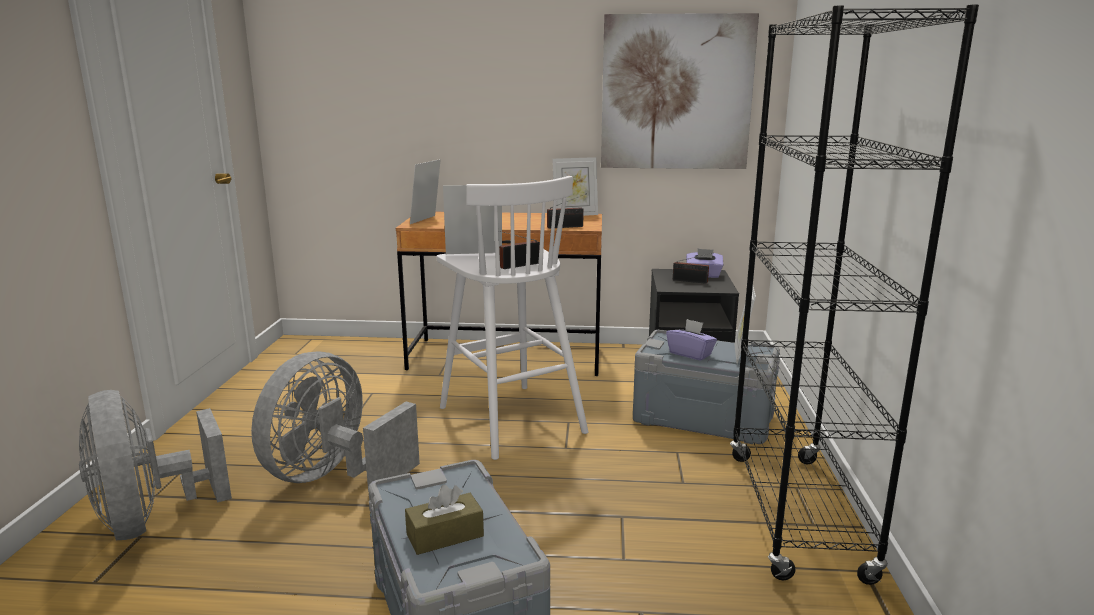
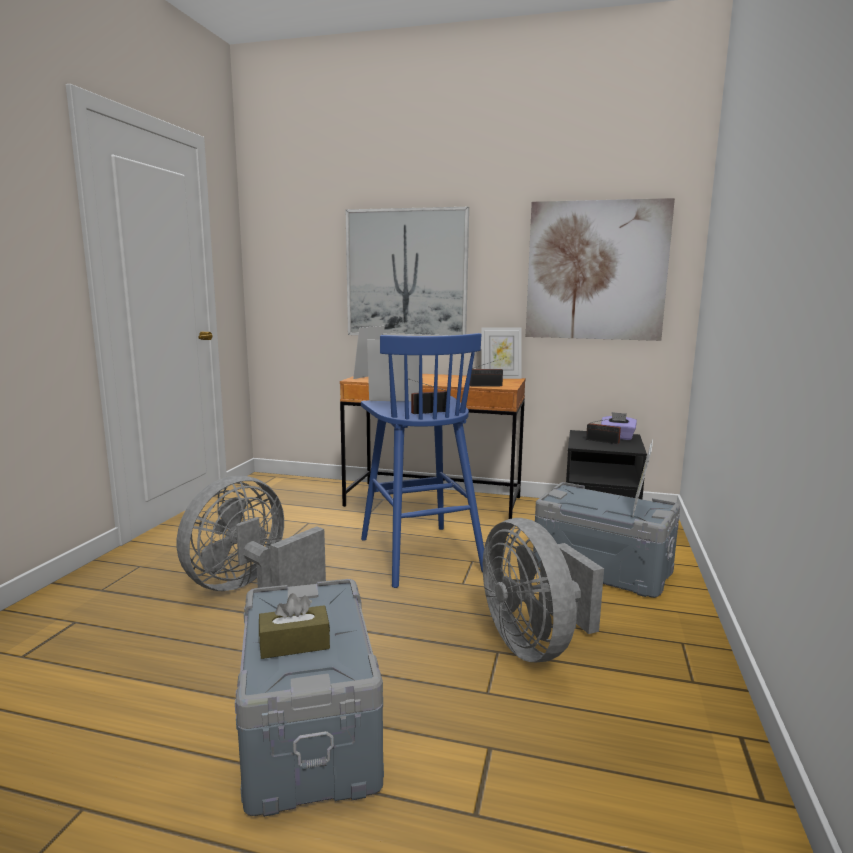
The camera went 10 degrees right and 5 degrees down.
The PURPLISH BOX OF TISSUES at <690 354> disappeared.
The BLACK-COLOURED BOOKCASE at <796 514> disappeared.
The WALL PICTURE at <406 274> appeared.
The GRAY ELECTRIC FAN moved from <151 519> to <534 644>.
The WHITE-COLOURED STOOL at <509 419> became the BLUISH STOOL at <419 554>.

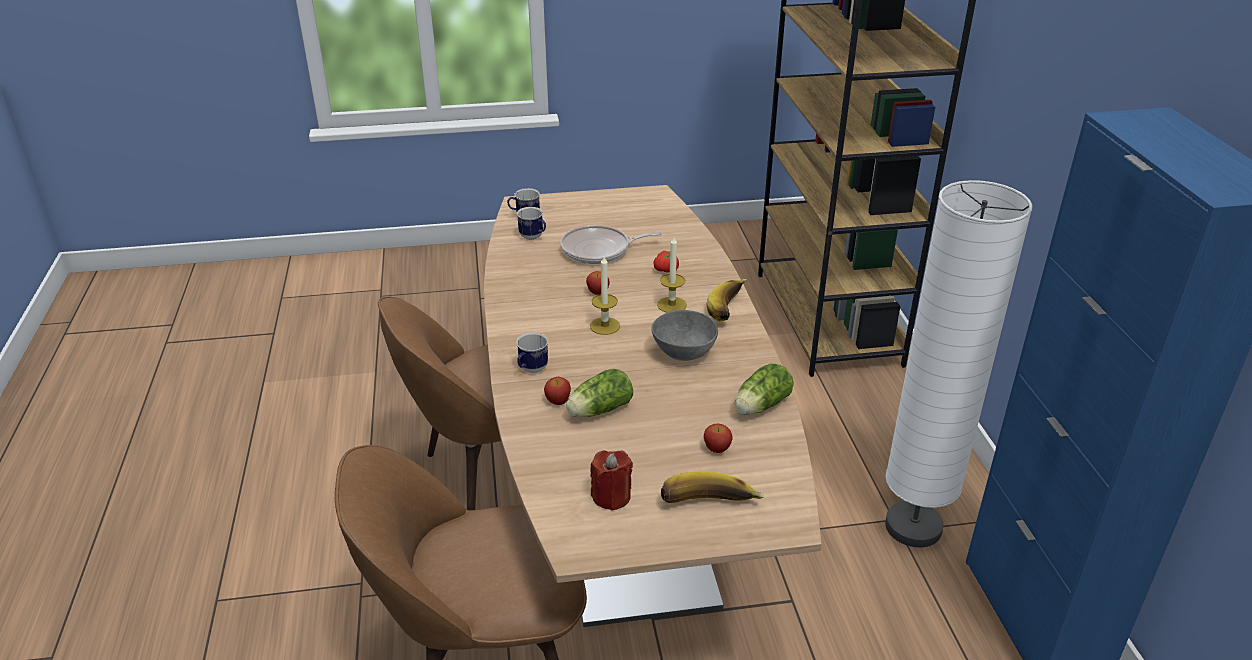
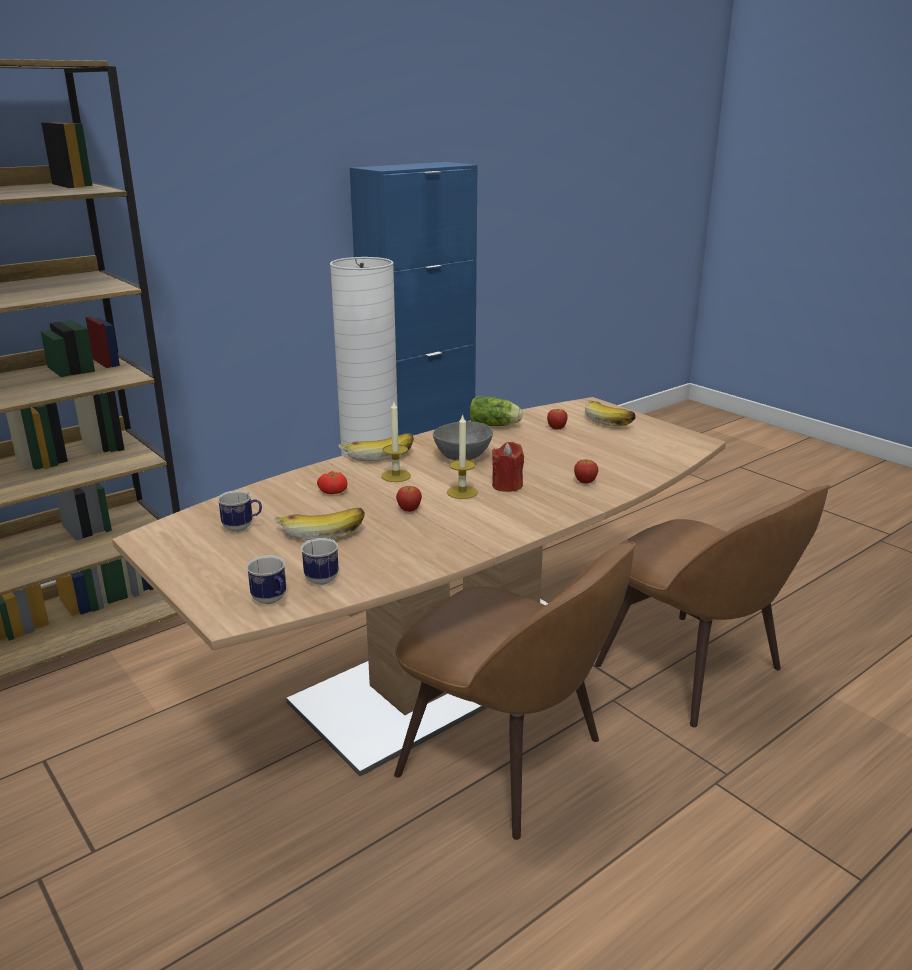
The camera went 120 degrees left and 10 degrees down.
The LETTUCE HEAD at <598 410> disappeared.
The MUG moved from <531 370> to <242 527>.
The RED-COLOURED CANDLE moved from <611 496> to <507 485>.
The PAN at <599 250> was replaced by the BANANA at <321 531>.

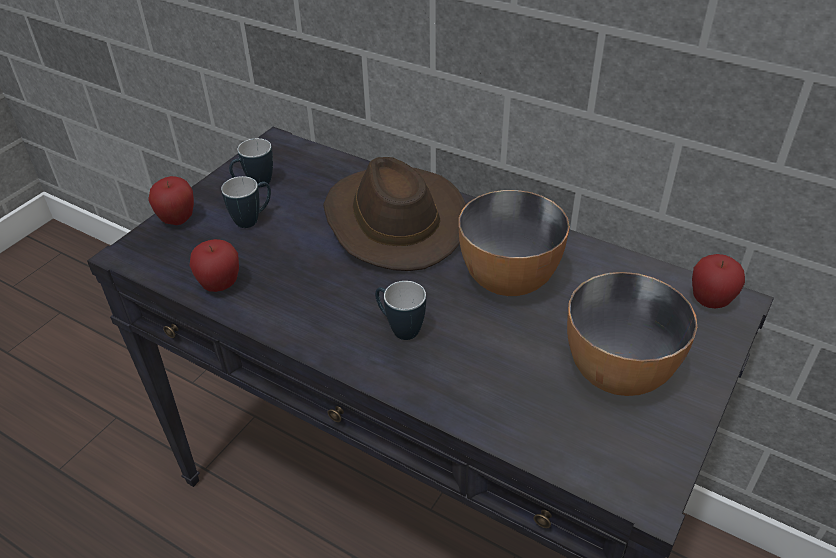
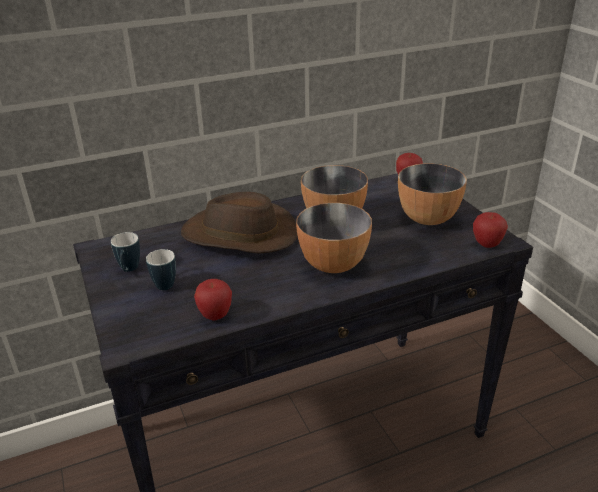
The camera went 55 degrees left and 10 degrees down.
The APPLE moved from <177 220> to <487 245>.
The MUG at <399 329> was replaced by the SERVING BOWL at <333 264>.

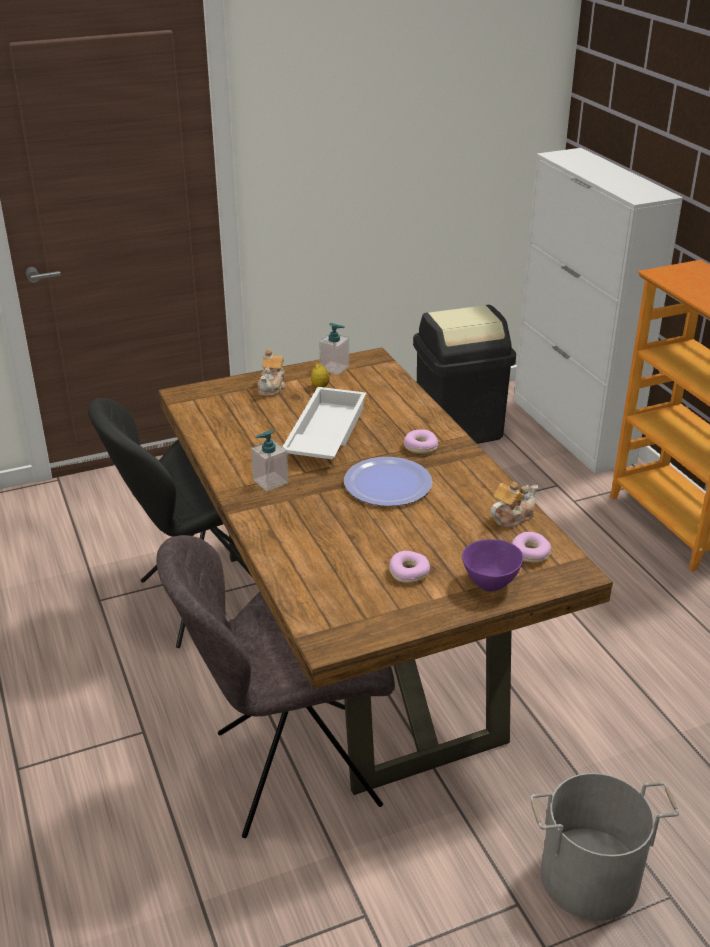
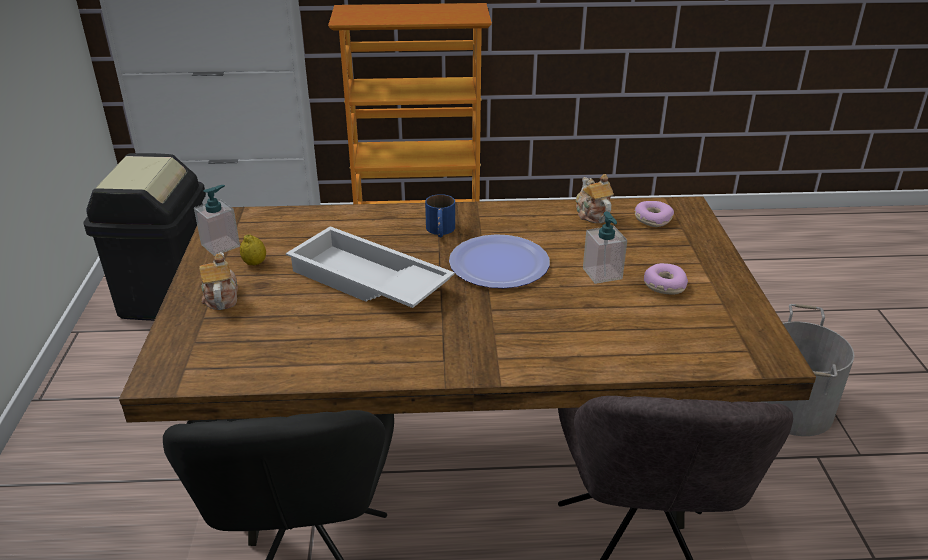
The camera went 70 degrees left and 0 degrees up.
The PURPLISH SERVING BOWL at <490 583> disappeared.
The LIQUID SOAP BOTTLE moved from <270 481> to <602 274>.
The DOUGHNUT at <420 447> was replaced by the BLUISH MUG at <440 231>.
The TEA POT at <272 387> turned 135 degrees counterclockwise.

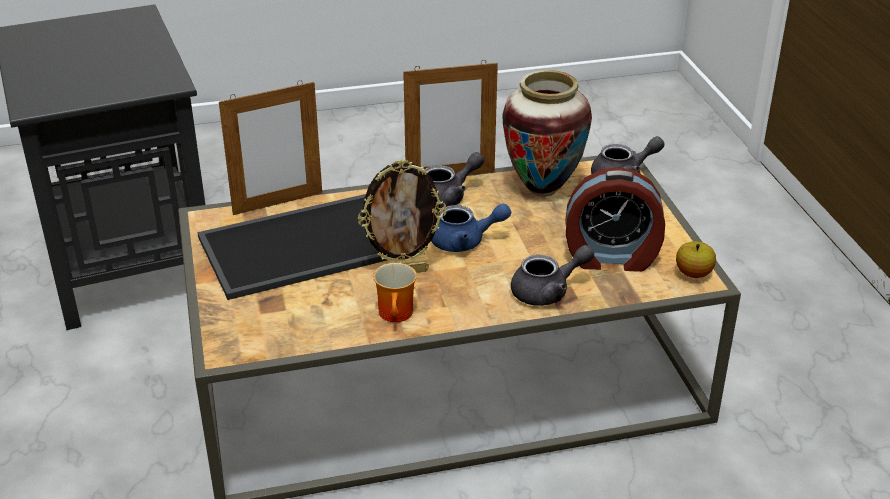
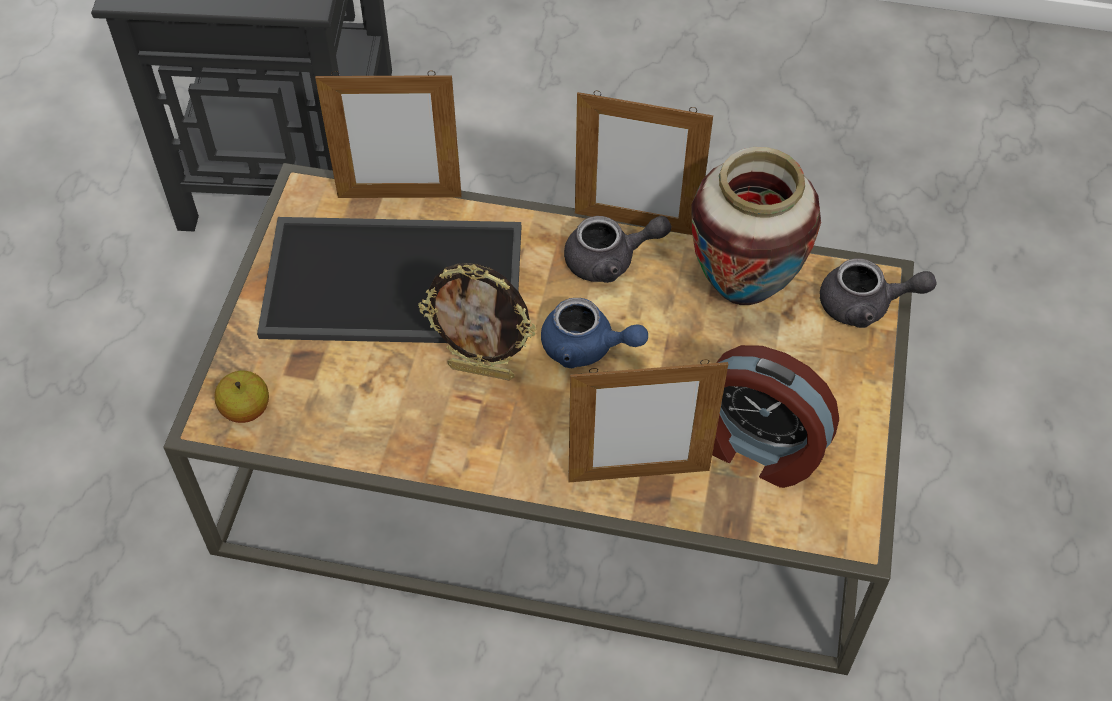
The camera went 25 degrees right and 20 degrees up.
The MUG at <398 314> disappeared.
The APPLE moved from <693 273> to <246 410>.
The GRAY TEA POT at <548 292> was replaced by the STANDING FRAME at <639 475>.

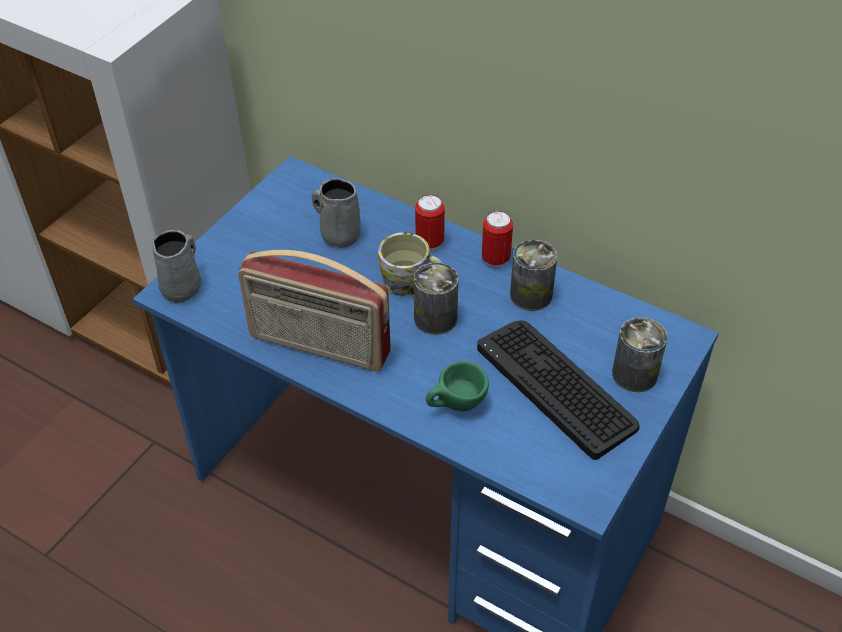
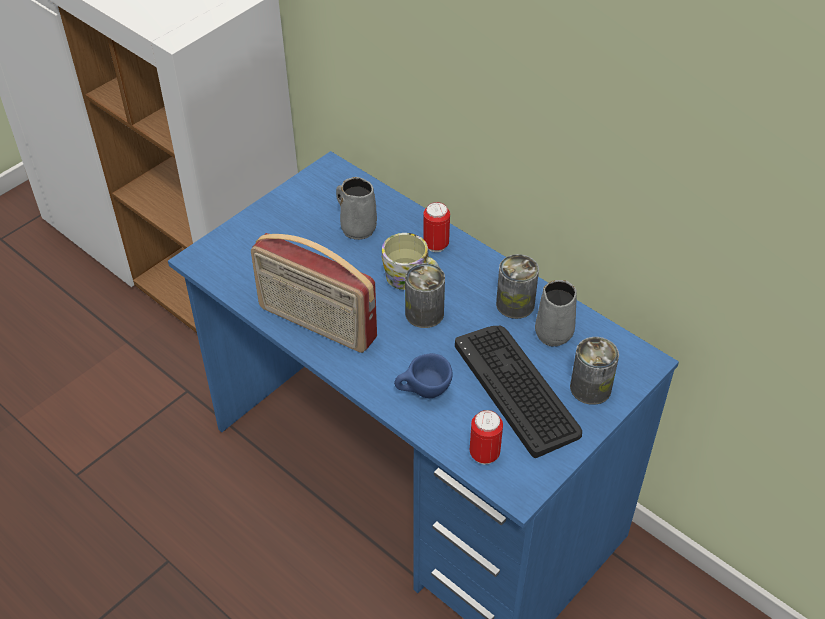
The camera went 10 degrees right and 0 degrees up.
The GRAY MUG moved from <183 287> to <555 332>.
The METAL CAN moved from <495 259> to <484 454>.
The GREEN-COLOURED DRINKING CUP at <456 407> became the BLUISH DRINKING CUP at <423 393>.

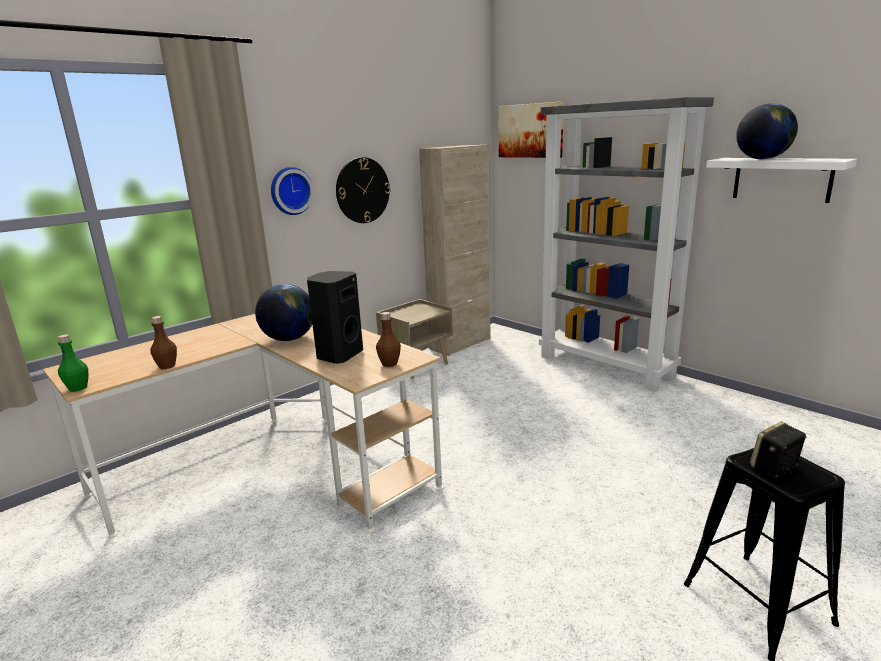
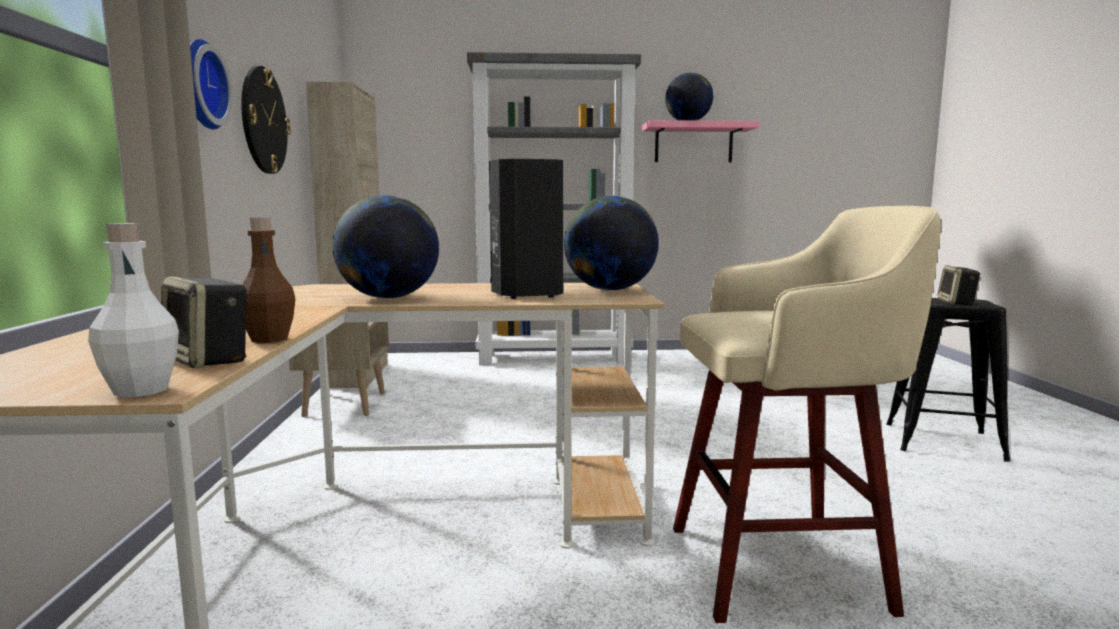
The camera went 50 degrees left and 10 degrees down.
The WALL PICTURE at <530 131> disappeared.
The LOUDSPEAKER at <209 360> appeared.
The BEIGE-COLOURED STOOL at <783 568> appeared.
The BROWNISH BEVERAGE BOTTLE at <389 364> was replaced by the DESK GLOBE at <609 290>.
The GREEN-COLOURED BEVERAGE BOTTLE at <78 388> became the WHITE-COLOURED BEVERAGE BOTTLE at <141 390>.
The WHITE-COLOURED WALL SHELF at <782 179> became the PINK-COLOURED WALL SHELF at <693 143>.

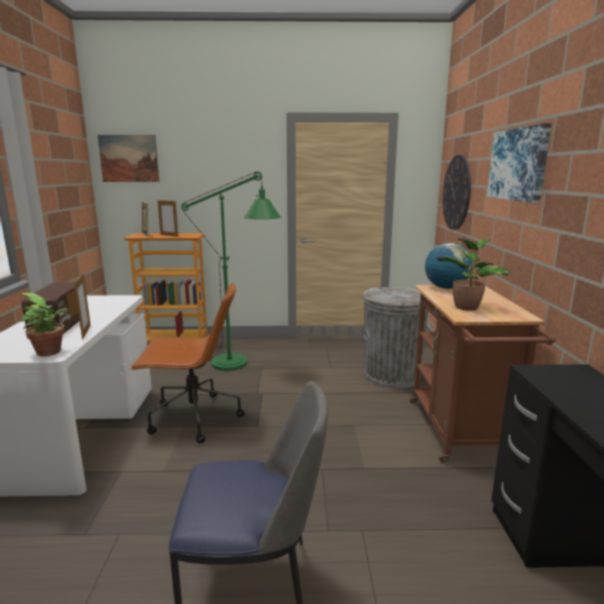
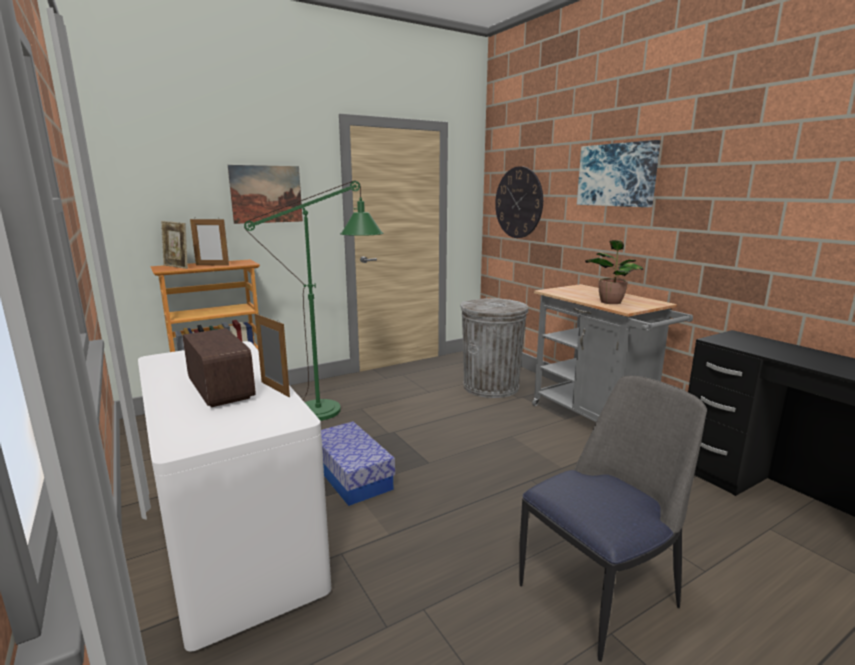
The camera went 30 degrees left and 0 degrees up.
The HOUSEPLANT at <51 352> disappeared.
The DESK GLOBE at <446 288> disappeared.
The WALL PICTURE moved from <129 158> to <266 194>.
The BROWNISH COMPUTER CHAIR at <193 418> was replaced by the STORAGE BOX at <352 475>.
The BROWNISH CART at <461 434> became the GRAY CART at <596 419>.

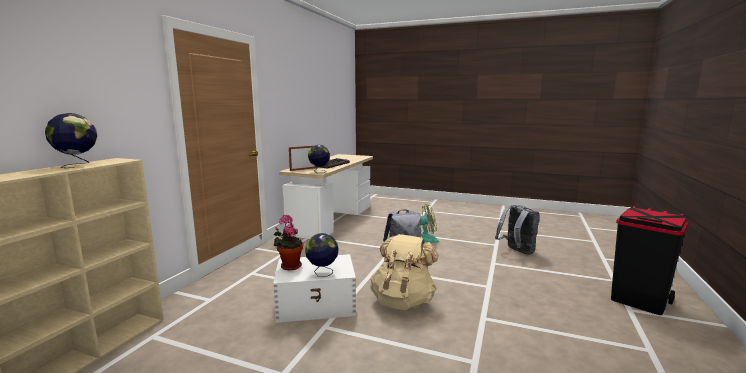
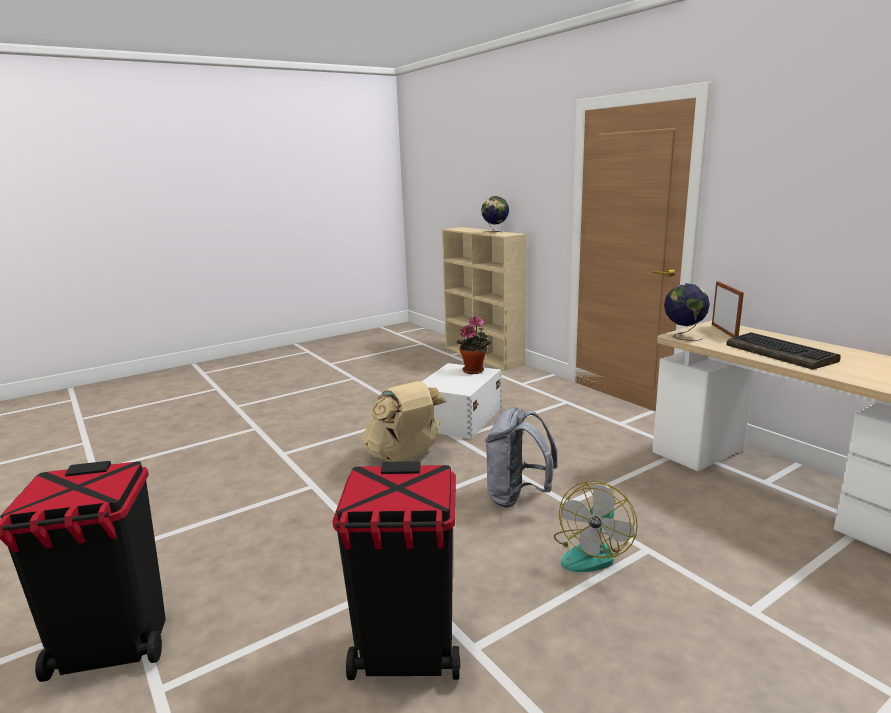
The camera went 125 degrees right and 5 degrees up.
The DESK GLOBE at <322 273> disappeared.
The GRAY RUCKSACK at <517 252> was replaced by the BLACK-COLOURED TRASH CAN at <407 653>.

